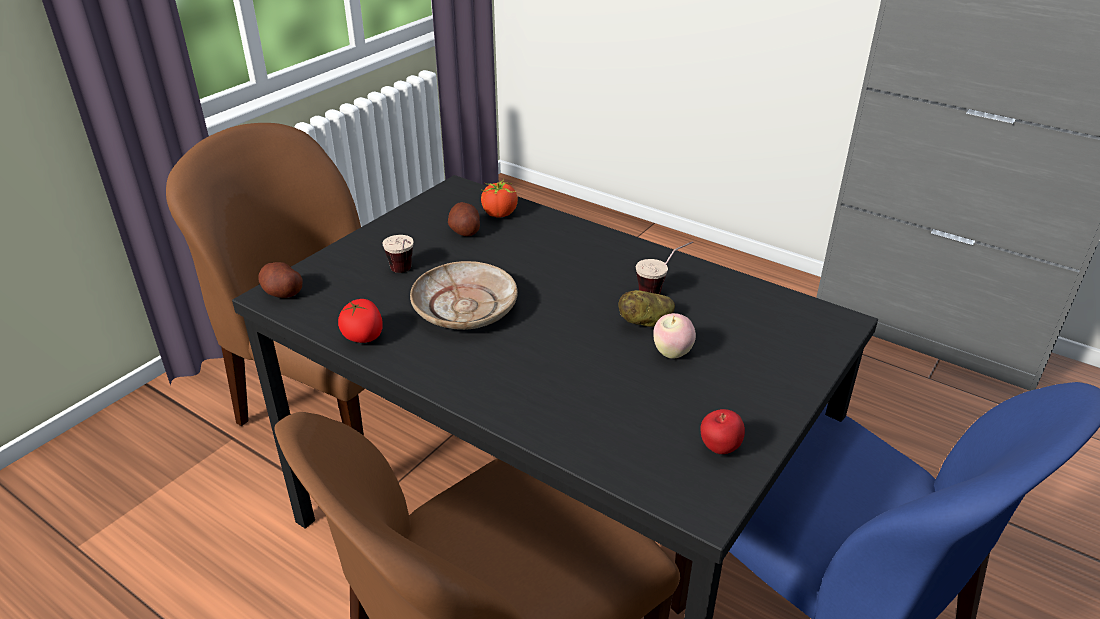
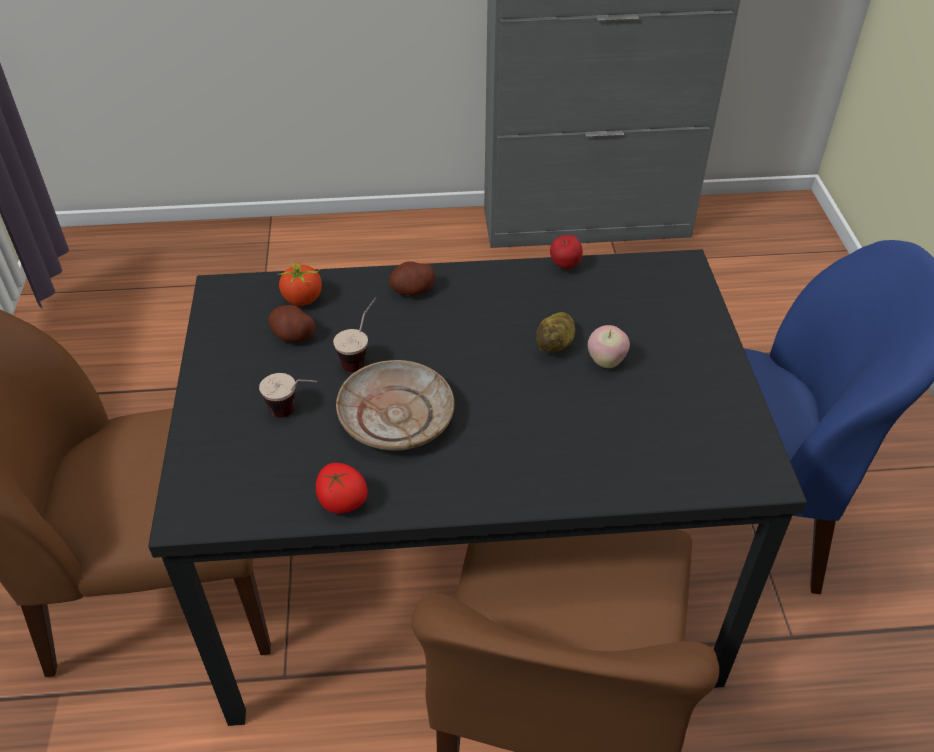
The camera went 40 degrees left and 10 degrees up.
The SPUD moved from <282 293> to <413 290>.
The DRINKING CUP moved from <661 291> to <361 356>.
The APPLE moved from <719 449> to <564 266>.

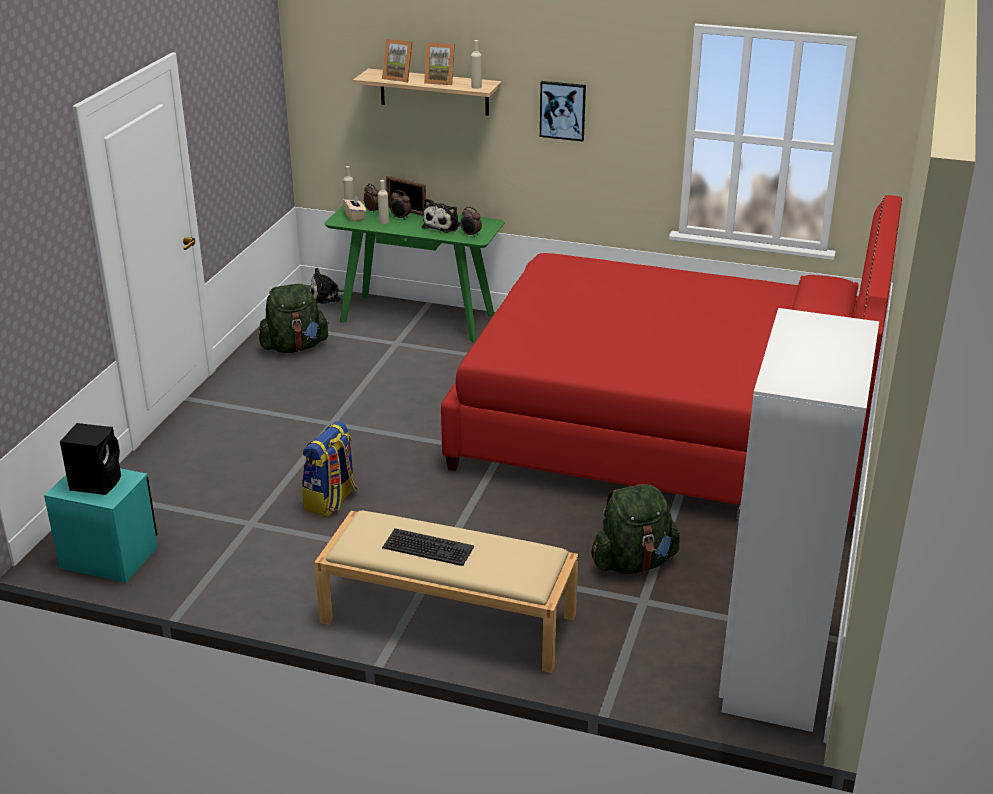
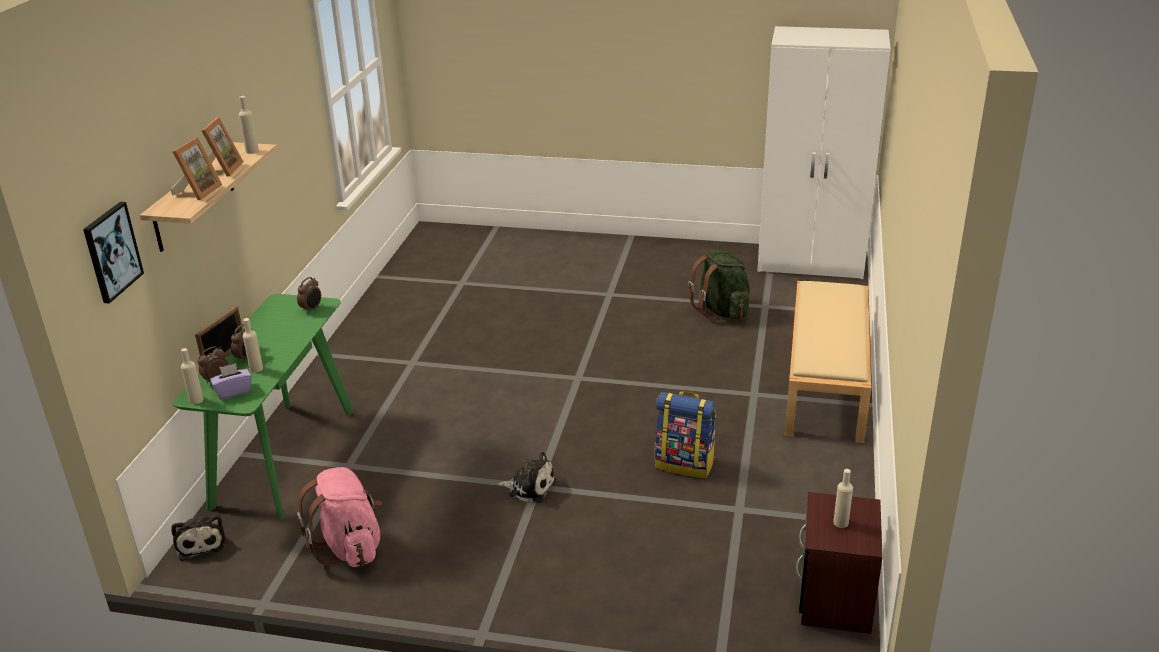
The camera went 95 degrees left and 0 degrees up.
The KEYBOARD at <427 548> disappeared.
The RED-COLOURED BED at <666 430> disappeared.
The SOFT TOY moved from <443 226> to <529 487>.
The WALL PICTURE moved from <563 110> to <111 252>.
The BLACK-COLOURED LOUDSPEAKER at <97 482> was replaced by the BEIGE-COLOURED BEVERAGE BOTTLE at <841 522>.
The TURQUOISE-COLOURED BEDSIDE TABLE at <109 557> became the BROWNISH BEDSIDE TABLE at <835 599>.
The GREEN-COLOURED RUCKSACK at <294 347> became the PINK-COLOURED RUCKSACK at <349 547>.
The BEIGE-COLOURED BOX OF TISSUES at <355 217> became the PURPLISH BOX OF TISSUES at <233 391>.

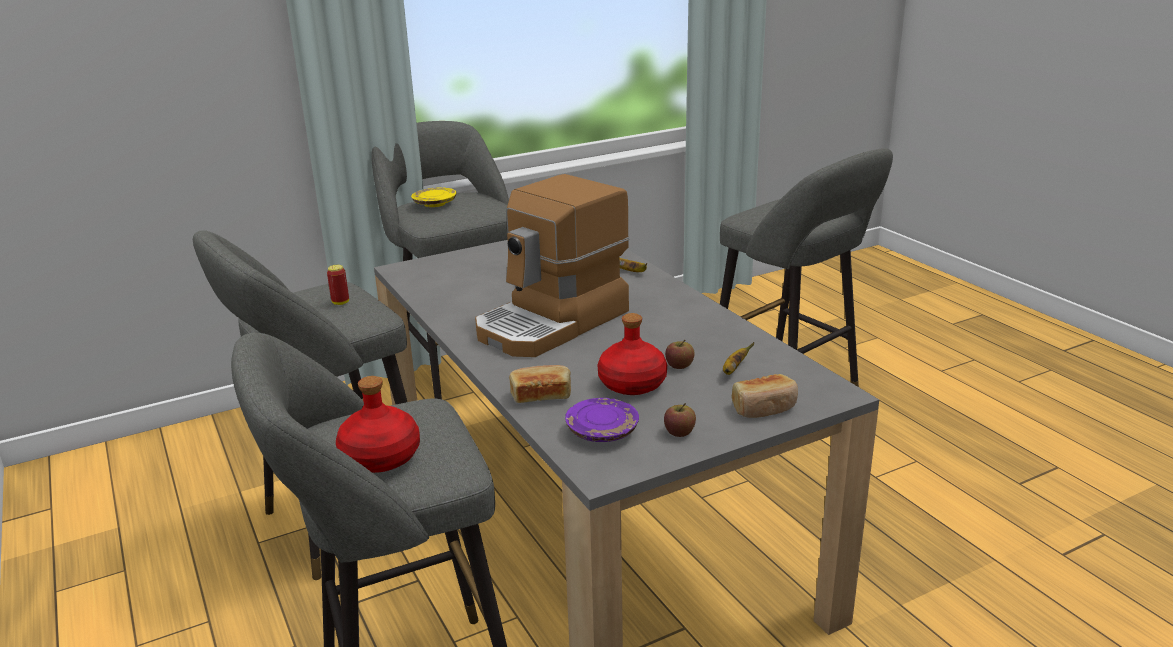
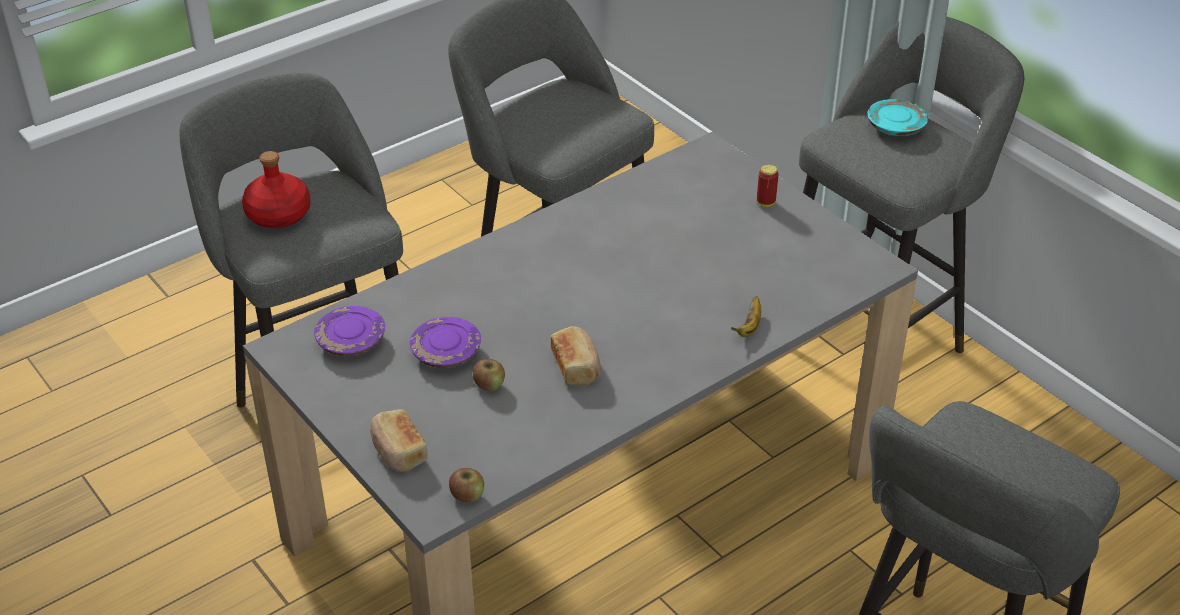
The camera went 80 degrees right and 15 degrees up.
The COFFEE MAKER at <553 323> disappeared.
The BANANA at <733 369> disappeared.
The METAL CAN moved from <340 302> to <766 203>.
The BREAD moved from <541 395> to <576 366>.
The APPLE moved from <679 432> to <467 495>.
The RED-COLOURED BEVERAGE BOTTLE at <632 383> was replaced by the PURPLISH PLATE at <446 353>.
The YELLOW PLATE at <434 204> became the TURQUOISE-COLOURED PLATE at <895 127>.

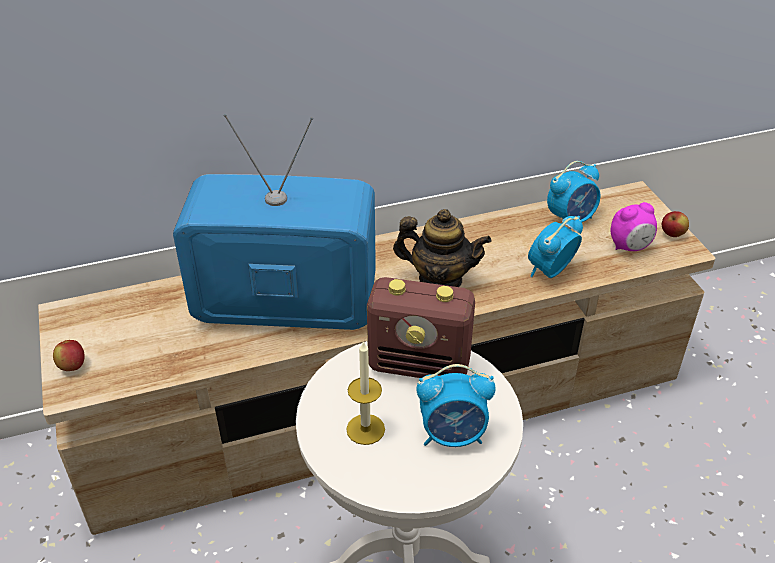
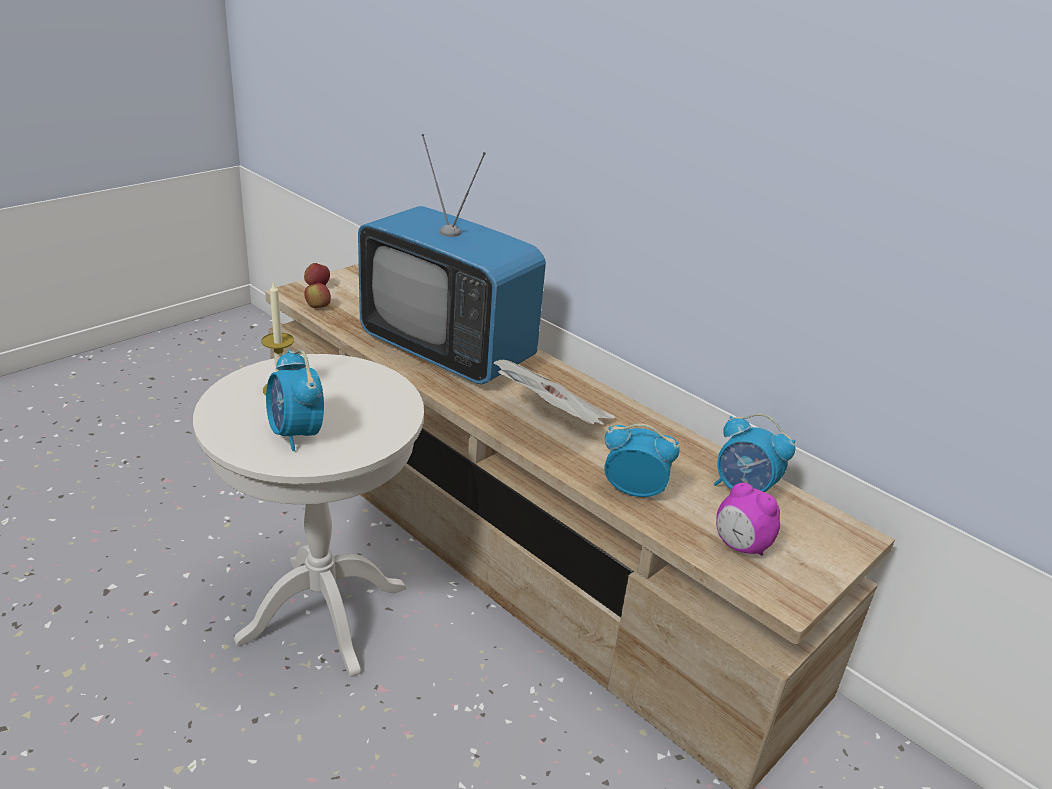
The camera went 60 degrees right and 10 degrees down.
The RADIO at <420 365> disappeared.
The APPLE moved from <672 234> to <318 307>.
The TEA POT at <440 279> was replaced by the PRINTED PAPER at <553 422>.
The TELEVISION at <286 306> turned 150 degrees clockwise.

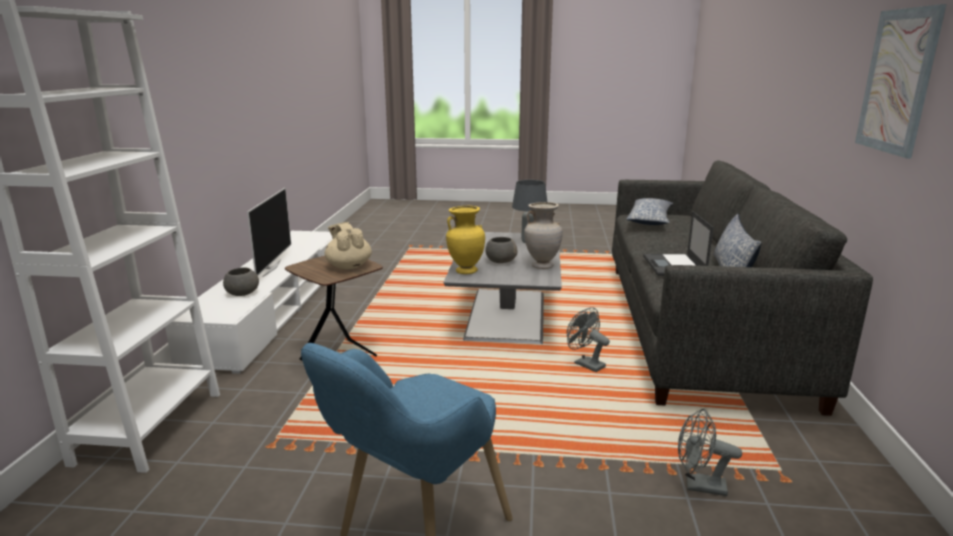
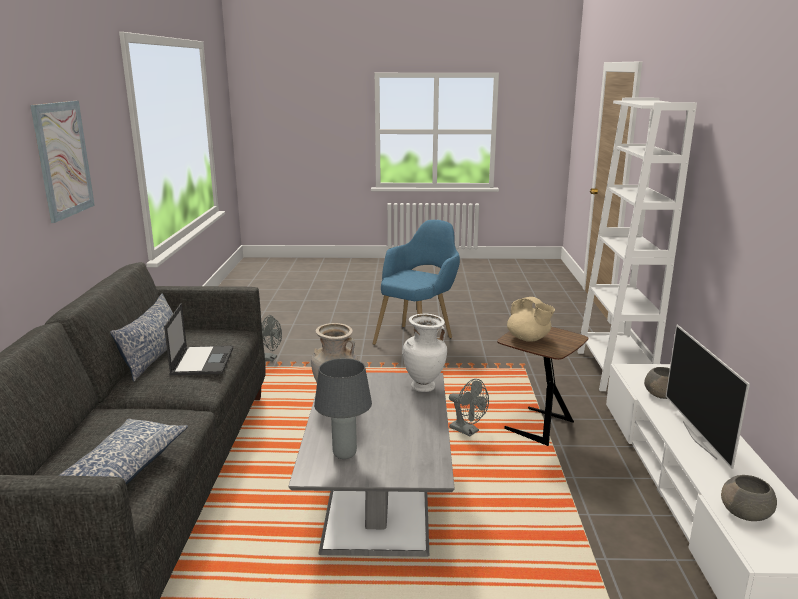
The camera went 175 degrees right and 0 degrees up.
The GRAY SERVING BOWL moved from <500 261> to <746 514>.
The GRAY ELECTRIC FAN moved from <585 364> to <468 431>.
The YELLOW VASE at <466 271> became the WHITE-COLOURED VASE at <424 387>.

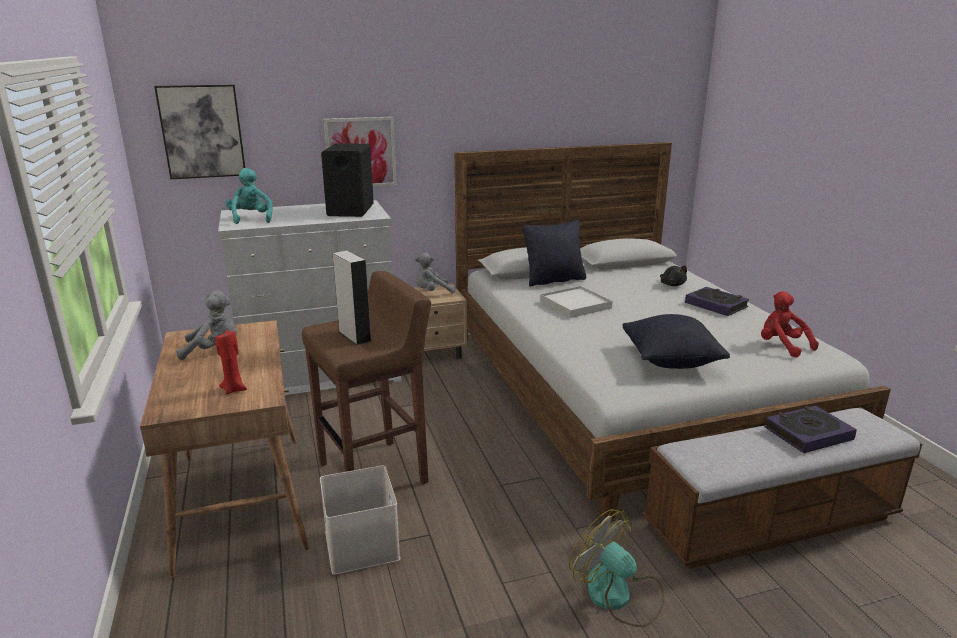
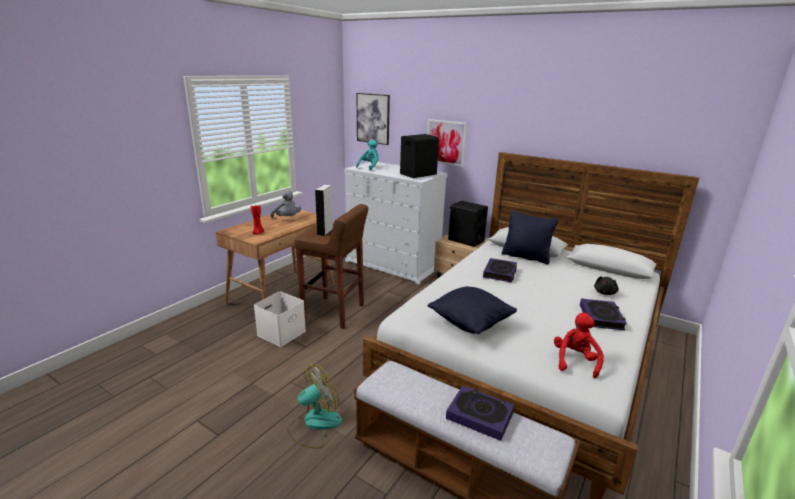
The camera went 50 degrees right and 0 degrees up.
The GRAY SOFT TOY at <432 292> was replaced by the BLACK-COLOURED LOUDSPEAKER at <465 240>.
The WHITE-COLOURED SERVING TRAY at <575 304> was replaced by the BOOK at <500 273>.
The ELECTRIC FAN at <618 596> turned 45 degrees clockwise.

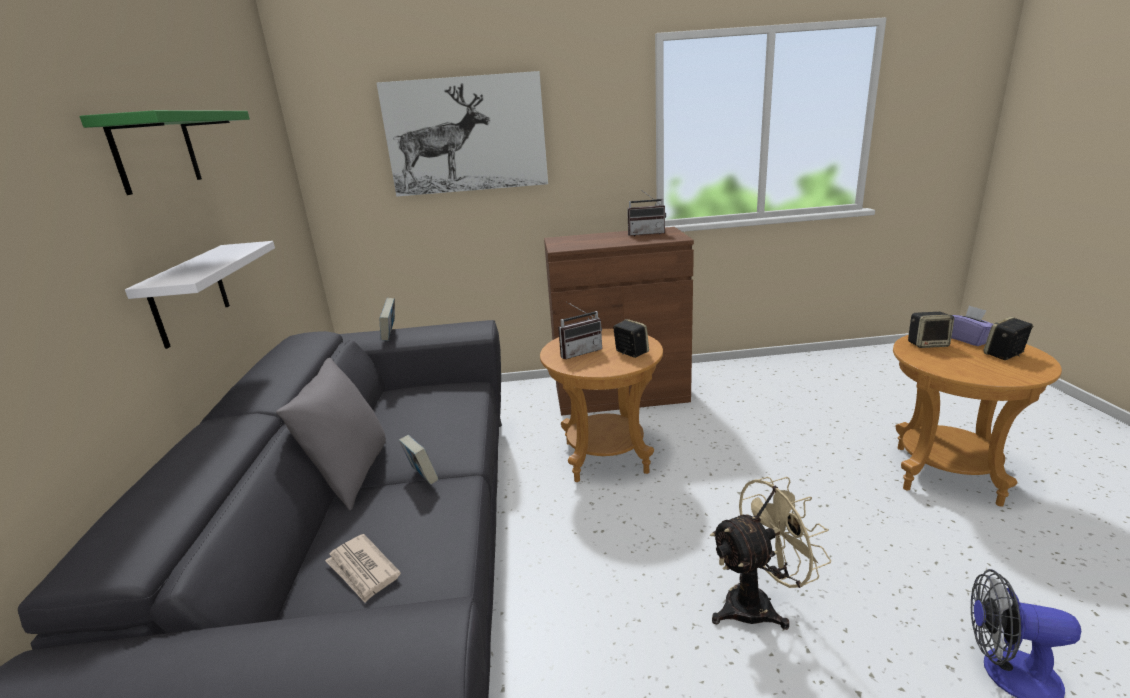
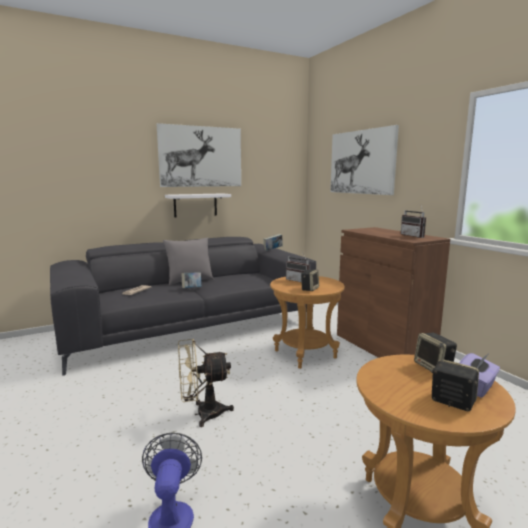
The camera went 65 degrees right and 10 degrees down.
The GREEN-COLOURED WALL SHELF at <155 151> was replaced by the WALL PICTURE at <201 156>.
The BEIGE-COLOURED ELECTRIC FAN at <758 604> turned 120 degrees clockwise.

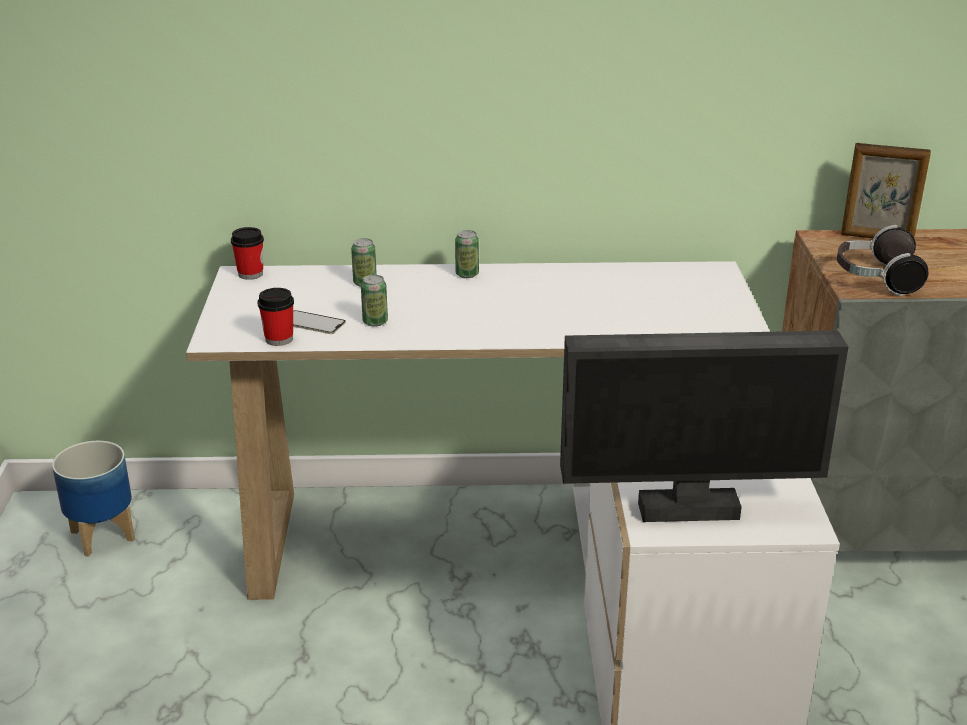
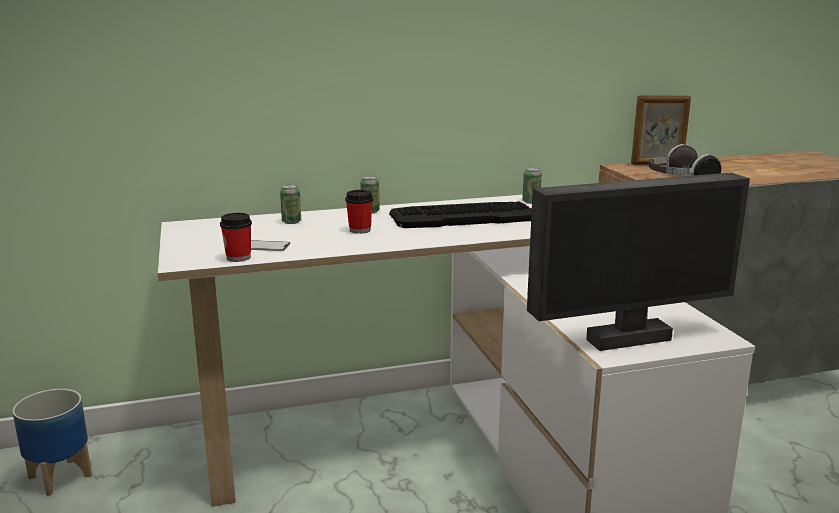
The camera went 15 degrees left and 10 degrees down.
The KEYBOARD at <460 216> appeared.
The DRINKING CUP moved from <250 274> to <360 230>.
The METAL CAN moved from <375 322> to <531 201>.

